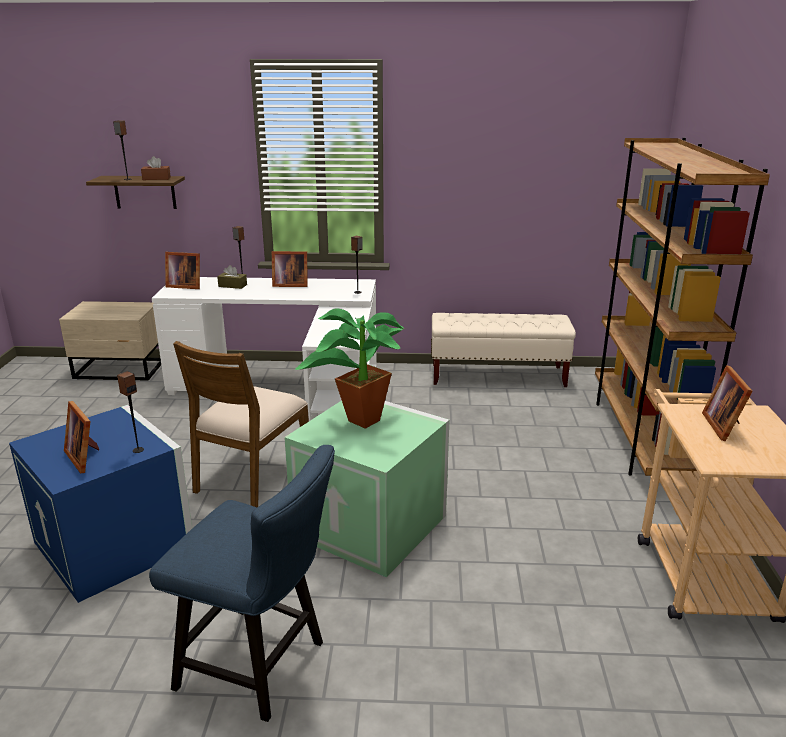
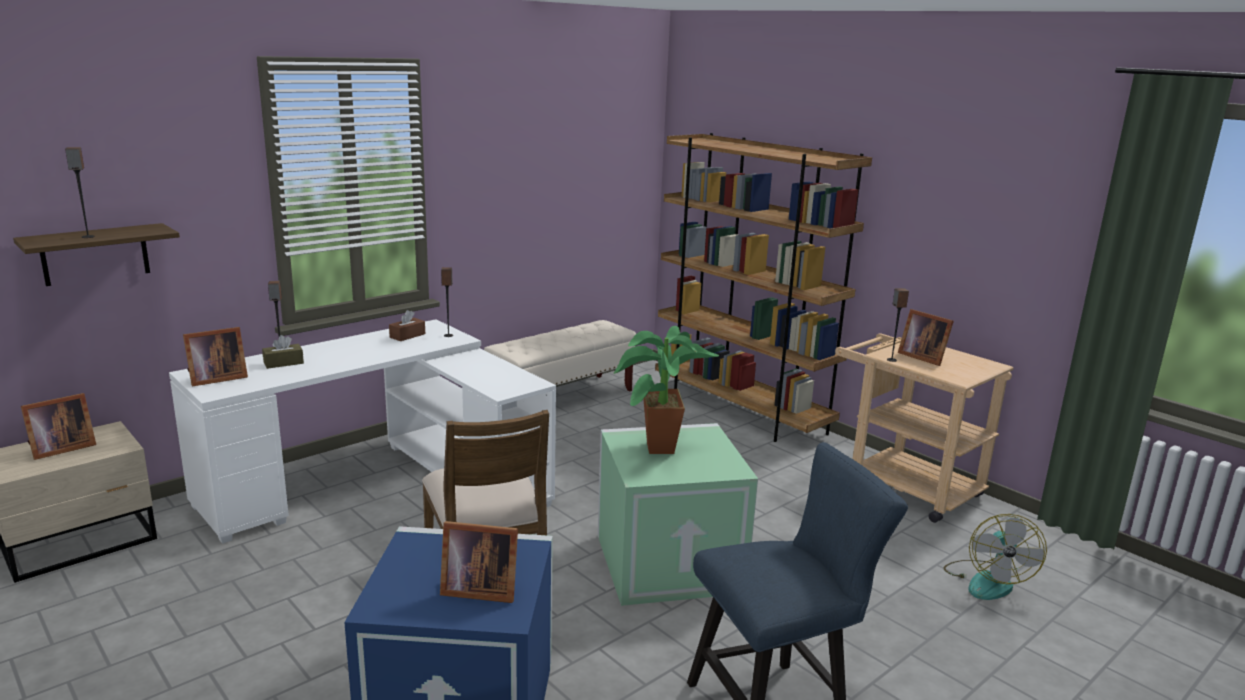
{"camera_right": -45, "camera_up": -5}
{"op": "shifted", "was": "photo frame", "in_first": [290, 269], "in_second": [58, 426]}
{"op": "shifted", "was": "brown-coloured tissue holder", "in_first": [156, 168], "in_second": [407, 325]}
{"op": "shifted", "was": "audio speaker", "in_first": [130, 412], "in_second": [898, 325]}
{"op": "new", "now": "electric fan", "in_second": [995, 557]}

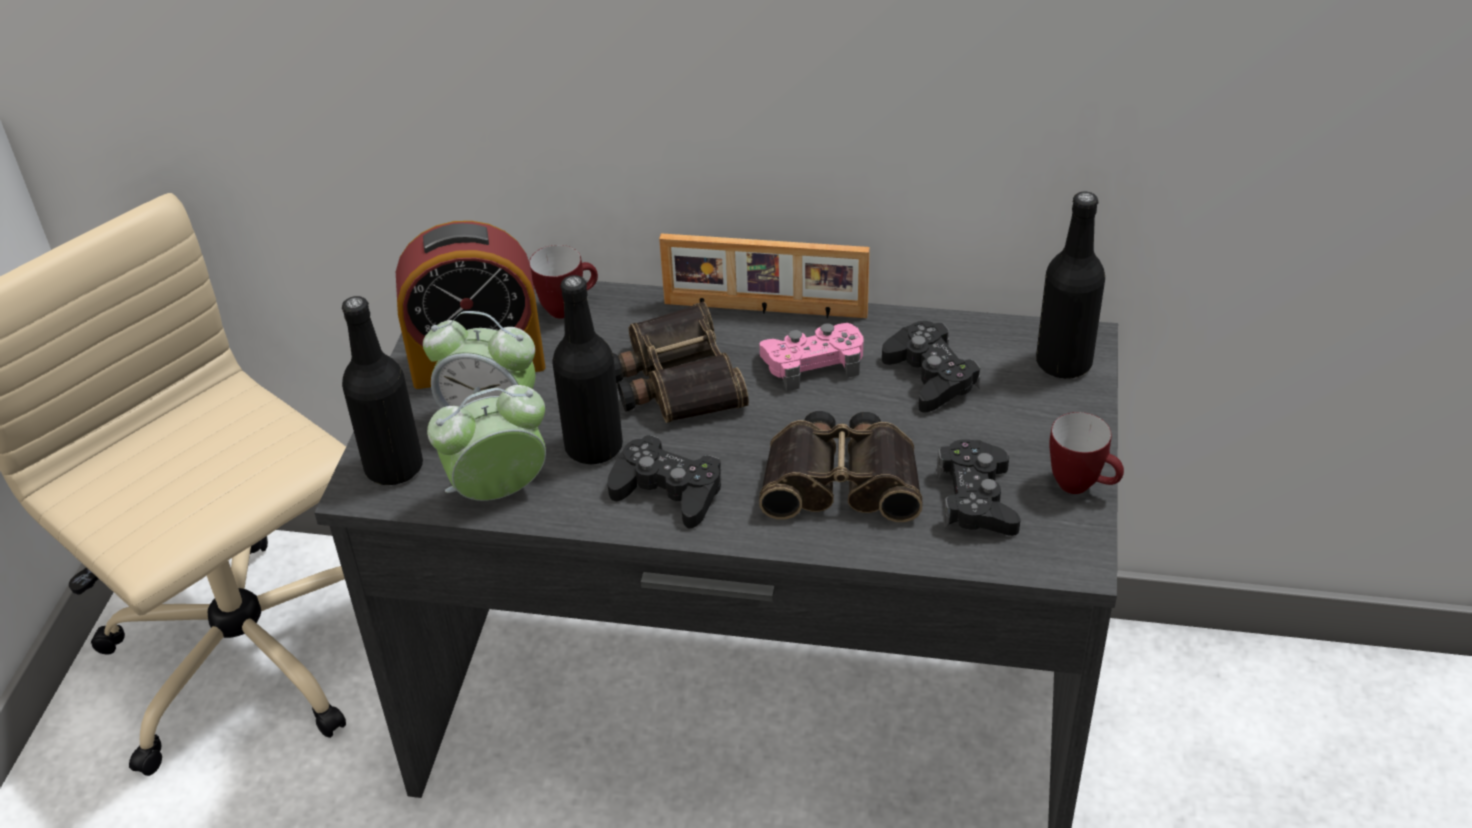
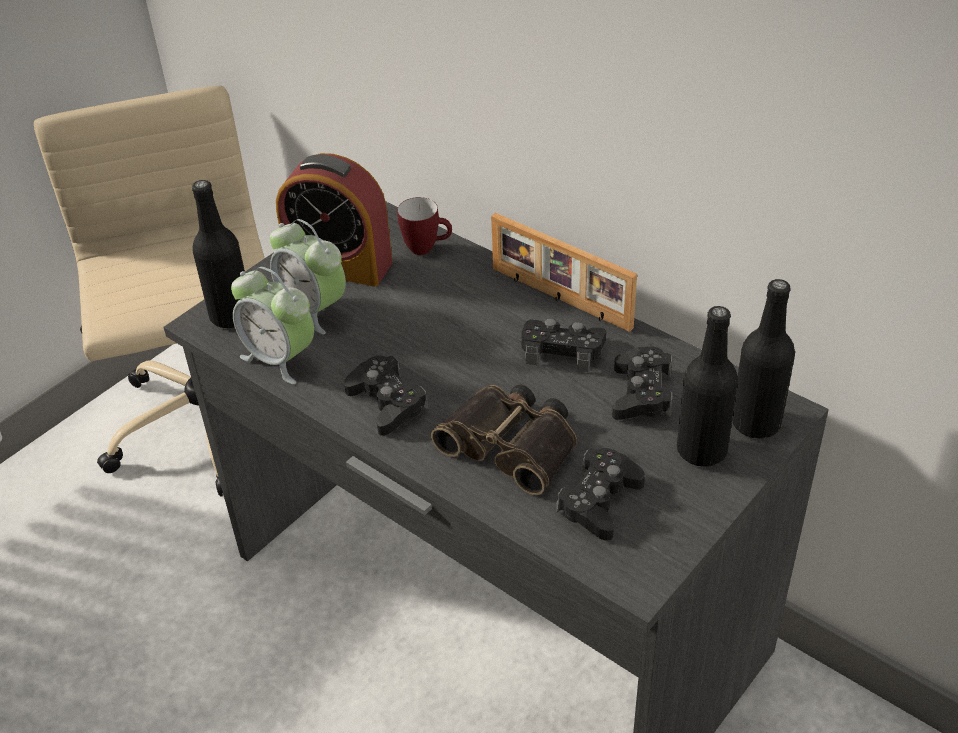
{"camera_right": 30, "camera_up": 0}
{"op": "rotated", "was": "bedside clock", "in_first": [486, 443], "in_second": [272, 325], "clockwise": -150}
{"op": "repainted", "was": "pink joypad", "now": "black joypad", "in_first": [812, 357], "in_second": [563, 345]}
{"op": "shifted", "was": "black beverage bottle", "in_first": [588, 369], "in_second": [707, 386]}
{"op": "gone", "was": "binoculars", "in_first": [681, 362]}
{"op": "gone", "was": "coffee mug", "in_first": [1086, 453]}

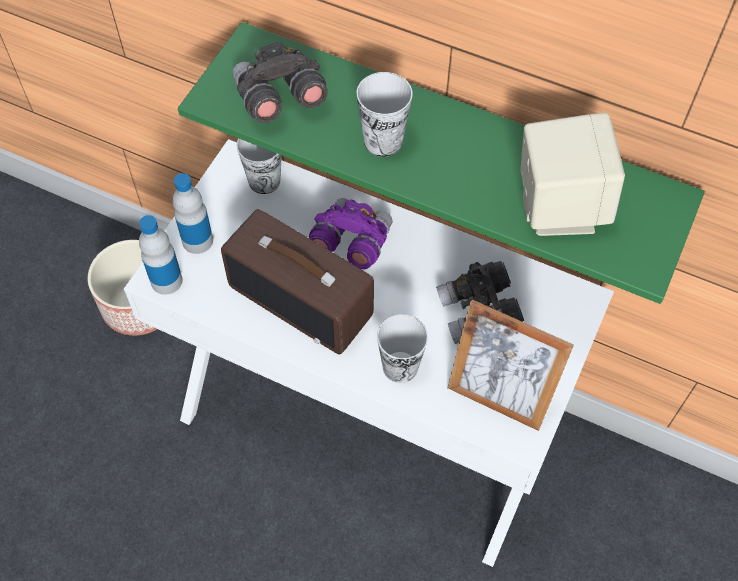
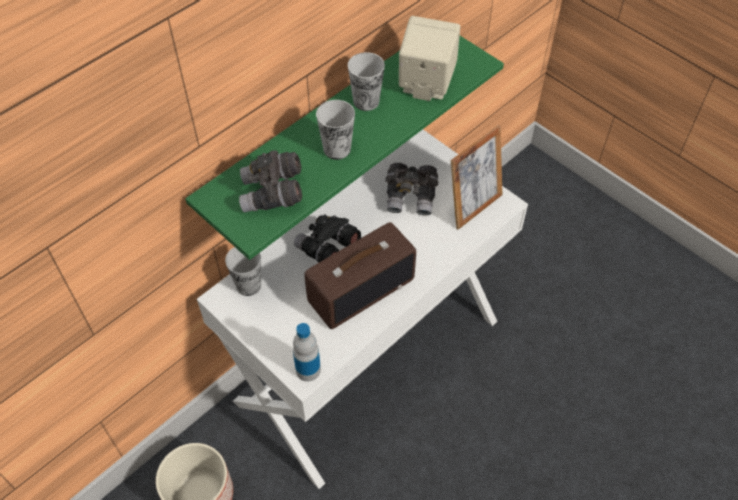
{"camera_right": -70, "camera_up": -5}
{"op": "repainted", "was": "purple-coloured binoculars", "now": "black binoculars", "in_first": [351, 234], "in_second": [327, 239]}
{"op": "shifted", "was": "cup", "in_first": [402, 348], "in_second": [366, 81]}
{"op": "gone", "was": "beverage bottle", "in_first": [193, 213]}

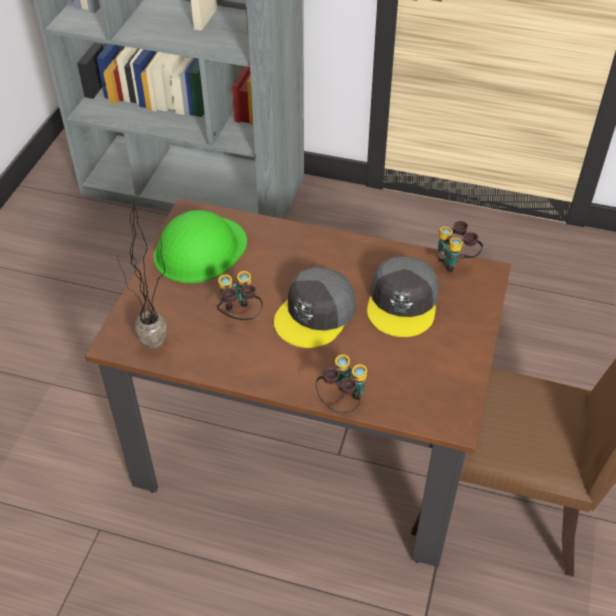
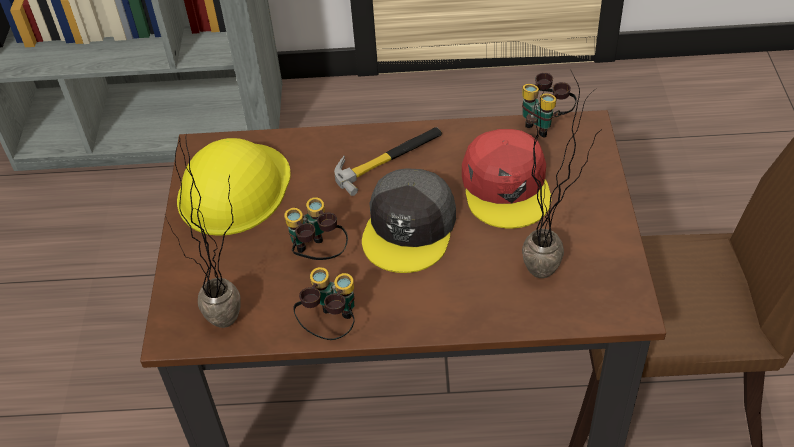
{"camera_right": -15, "camera_up": 0}
{"op": "repainted", "was": "green-coloured work helmet", "now": "yellow-coloured work helmet", "in_first": [200, 246], "in_second": [234, 187]}
{"op": "shifted", "was": "binoculars", "in_first": [341, 383], "in_second": [324, 303]}
{"op": "new", "now": "hand hammer", "in_second": [388, 161]}
{"op": "repainted", "was": "greyish baseball cap", "now": "red-coloured baseball cap", "in_first": [403, 296], "in_second": [506, 179]}
{"op": "new", "now": "plant in a pot", "in_second": [561, 173]}

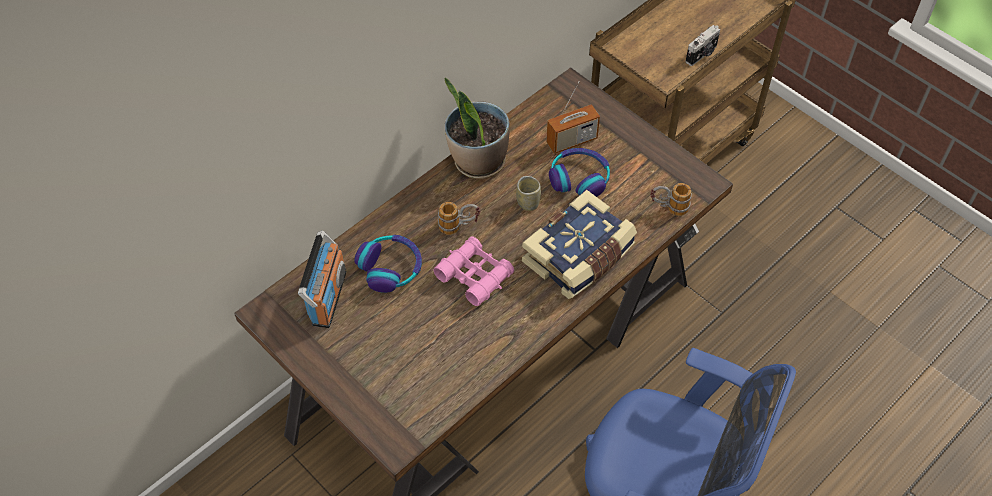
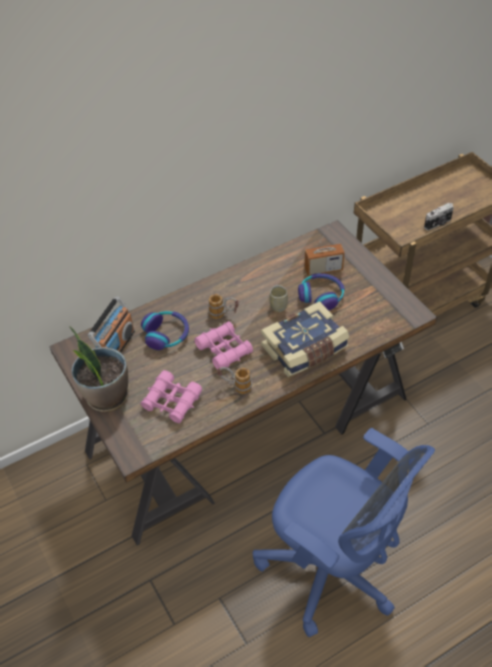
{"camera_right": 15, "camera_up": -5}
{"op": "shifted", "was": "plant in a pot", "in_first": [477, 128], "in_second": [99, 369]}
{"op": "new", "now": "pink binoculars", "in_second": [171, 396]}
{"op": "shifted", "was": "coffee mug", "in_first": [671, 199], "in_second": [235, 380]}

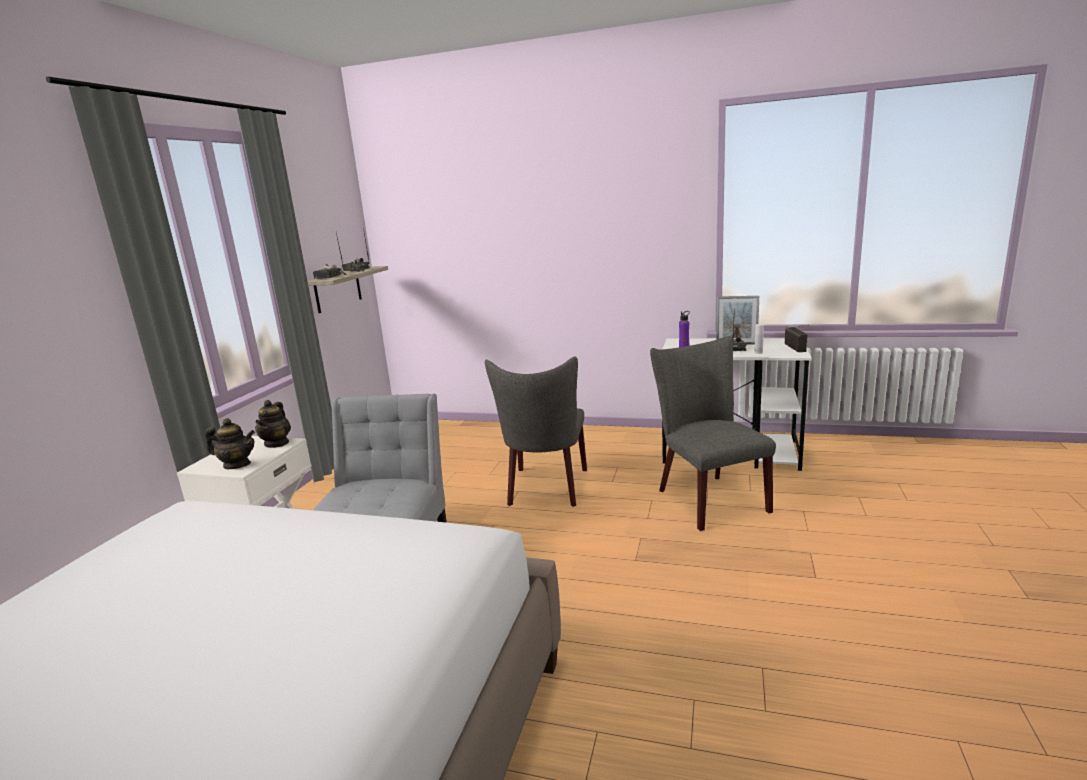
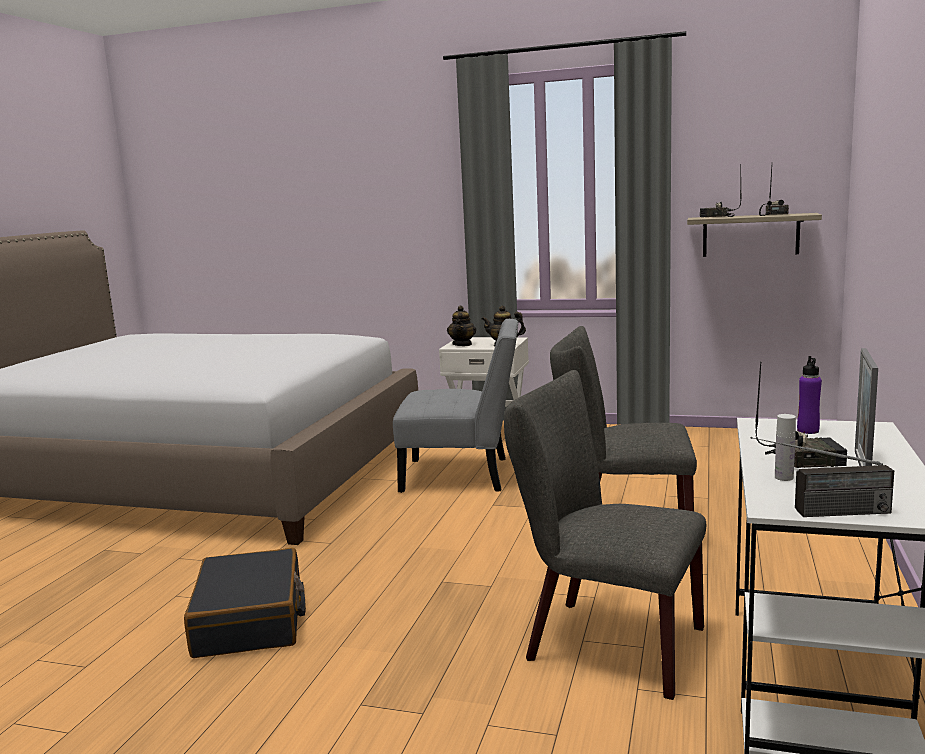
{"camera_right": 90, "camera_up": -5}
{"op": "new", "now": "black travel case", "in_second": [245, 603]}
{"op": "rotated", "was": "greyish upright chair", "in_first": [713, 433], "in_second": [605, 535], "clockwise": -135}

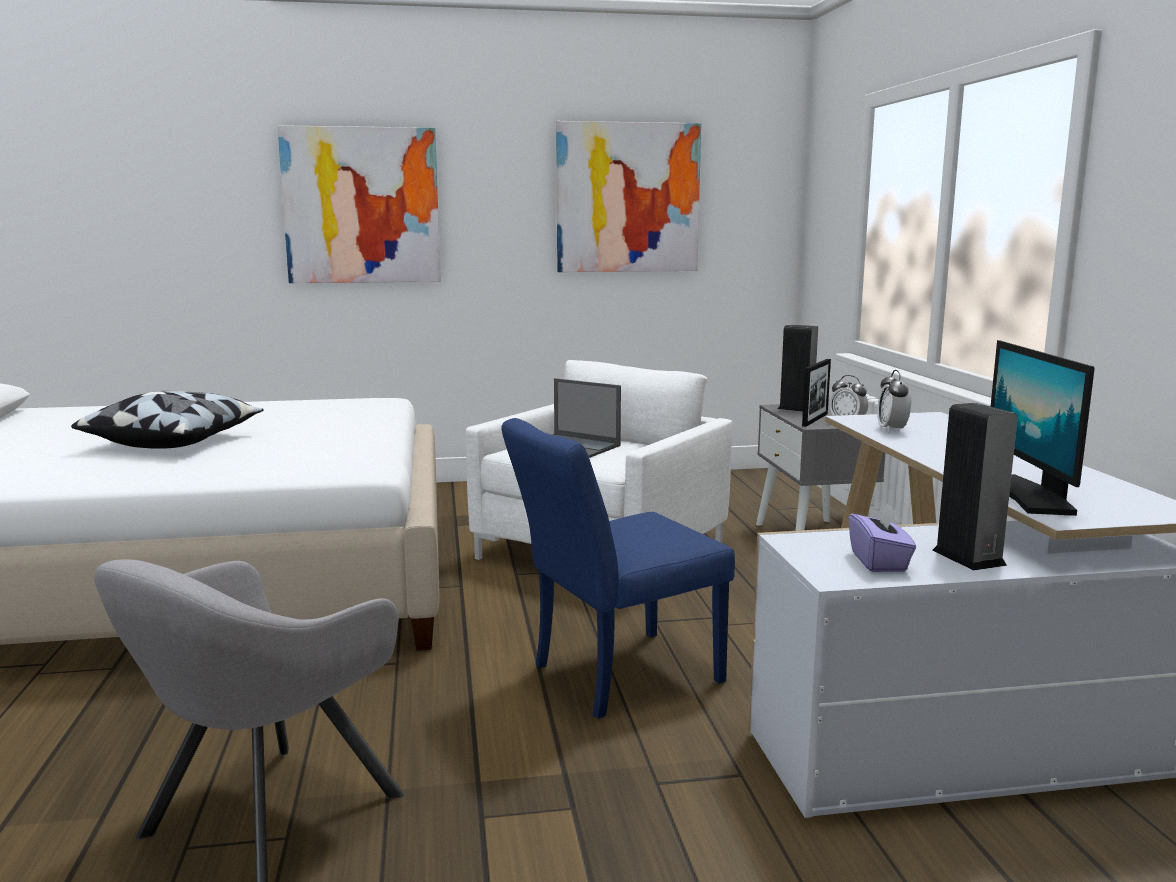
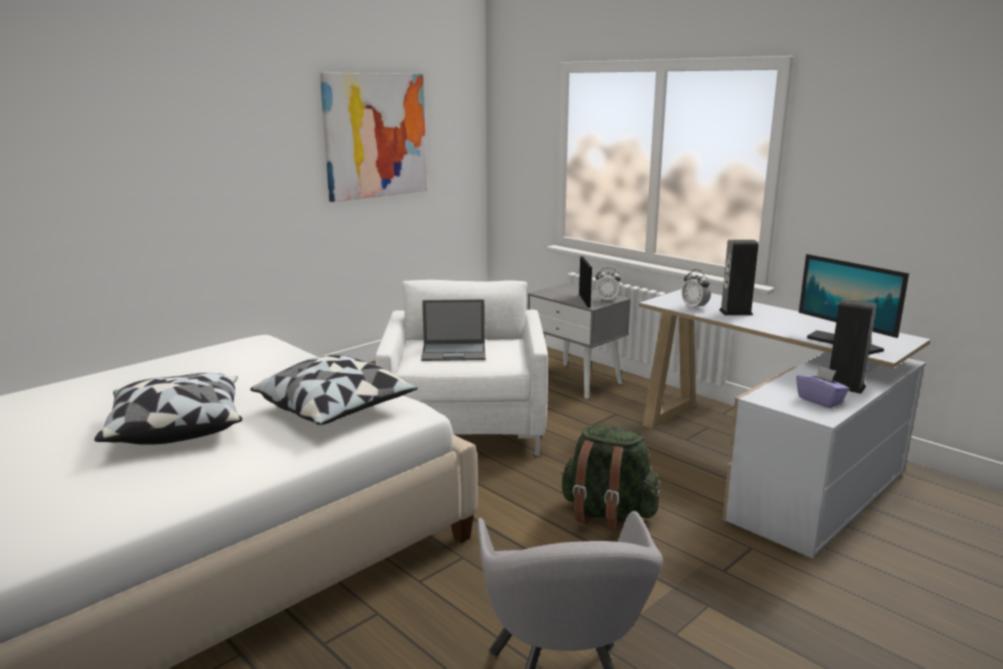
{"camera_right": -35, "camera_up": 5}
{"op": "new", "now": "throw pillow", "in_second": [334, 390]}
{"op": "swapped", "was": "blue upright chair", "now": "green-coloured backpack", "in_first": [618, 568], "in_second": [610, 478]}
{"op": "shifted", "was": "audio speaker", "in_first": [798, 368], "in_second": [739, 277]}
{"op": "gone", "was": "wall art", "in_first": [359, 204]}

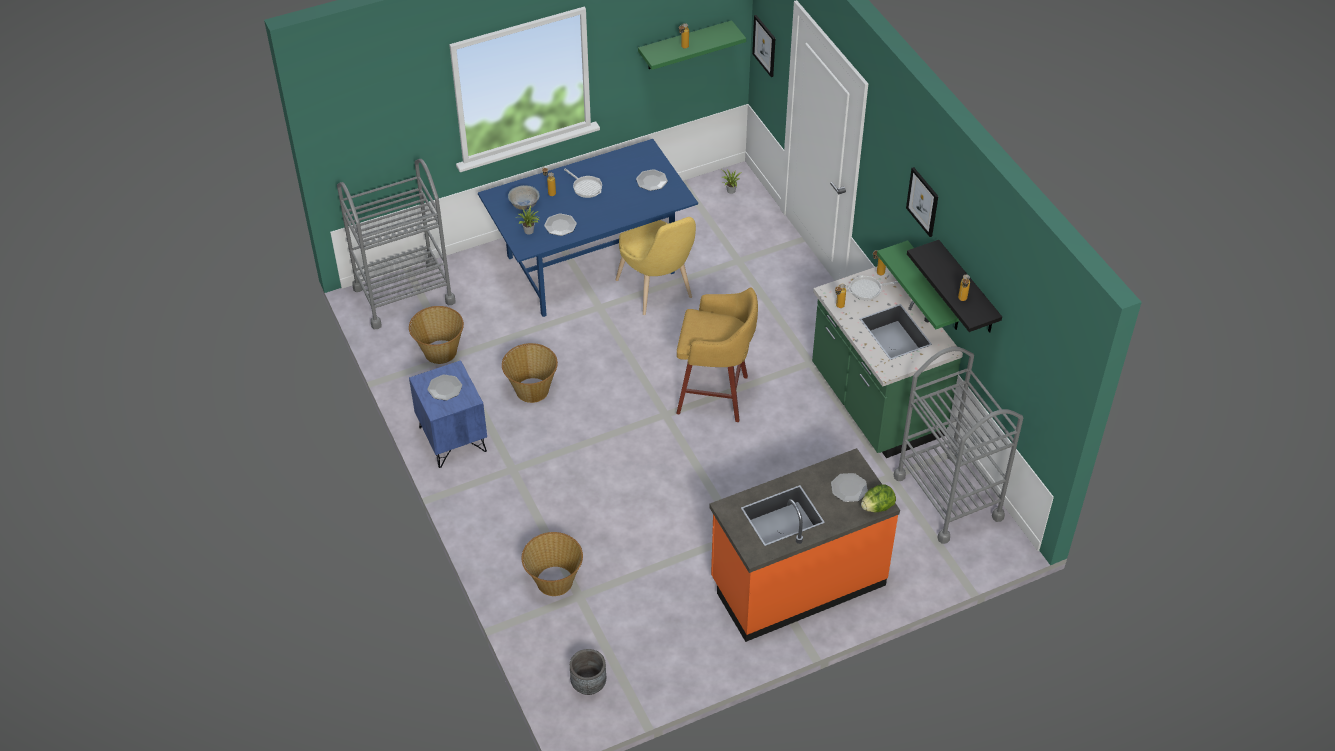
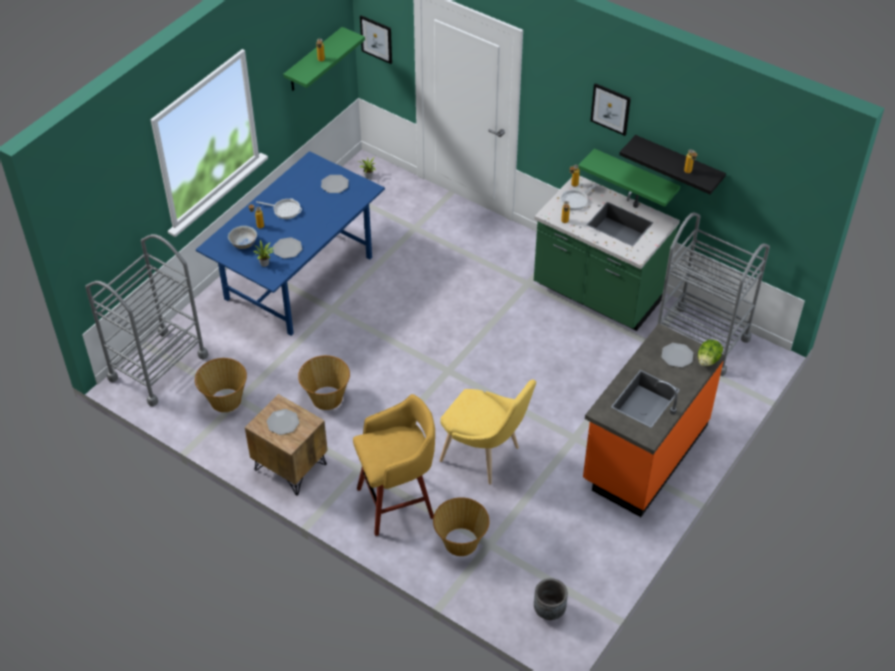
{"camera_right": -30, "camera_up": 0}
{"op": "repainted", "was": "blue night table", "now": "brown-coloured night table", "in_first": [448, 414], "in_second": [286, 445]}
{"op": "shifted", "was": "yellow-coloured sitting stool", "in_first": [717, 354], "in_second": [394, 465]}
{"op": "shifted", "was": "yellow-coloured upright chair", "in_first": [655, 266], "in_second": [487, 432]}

